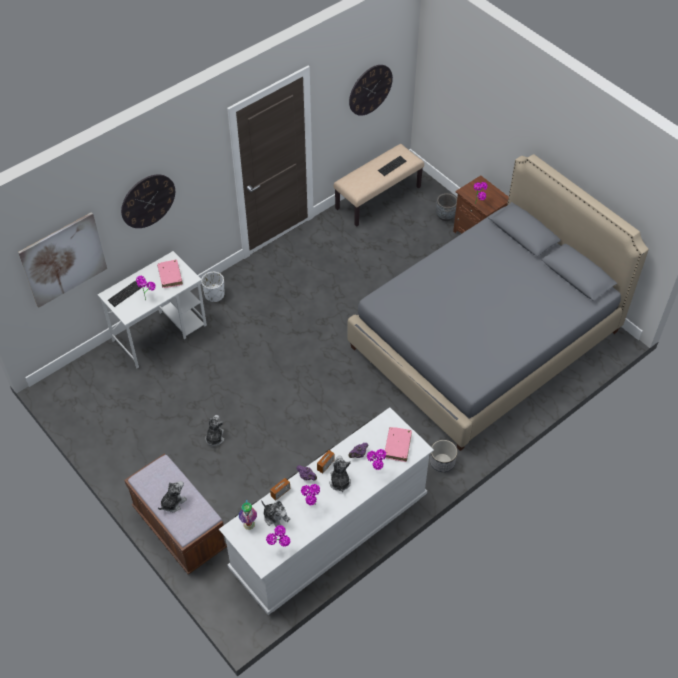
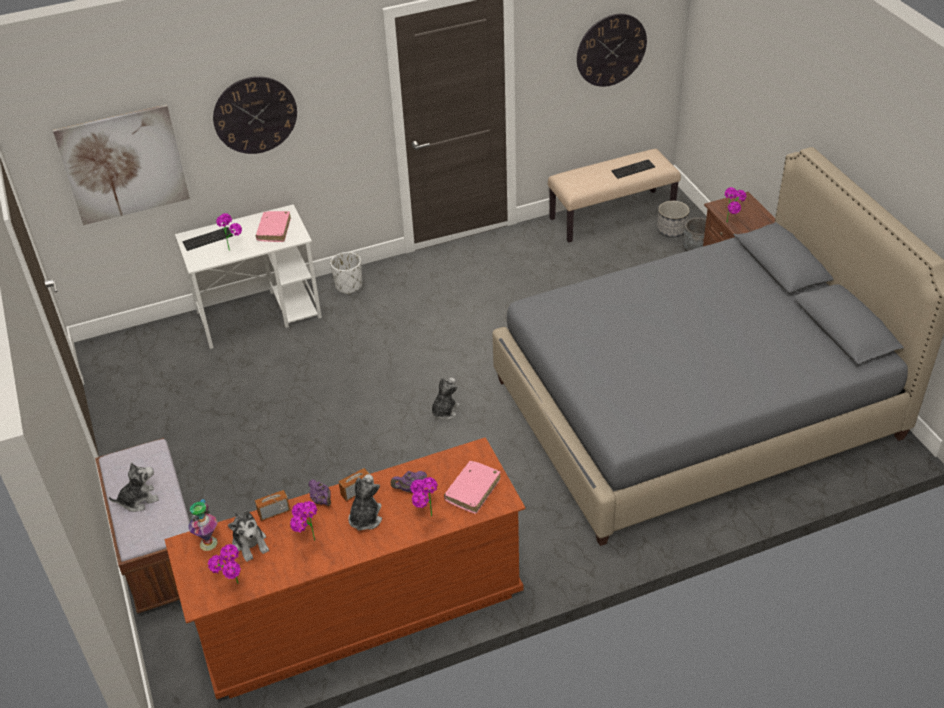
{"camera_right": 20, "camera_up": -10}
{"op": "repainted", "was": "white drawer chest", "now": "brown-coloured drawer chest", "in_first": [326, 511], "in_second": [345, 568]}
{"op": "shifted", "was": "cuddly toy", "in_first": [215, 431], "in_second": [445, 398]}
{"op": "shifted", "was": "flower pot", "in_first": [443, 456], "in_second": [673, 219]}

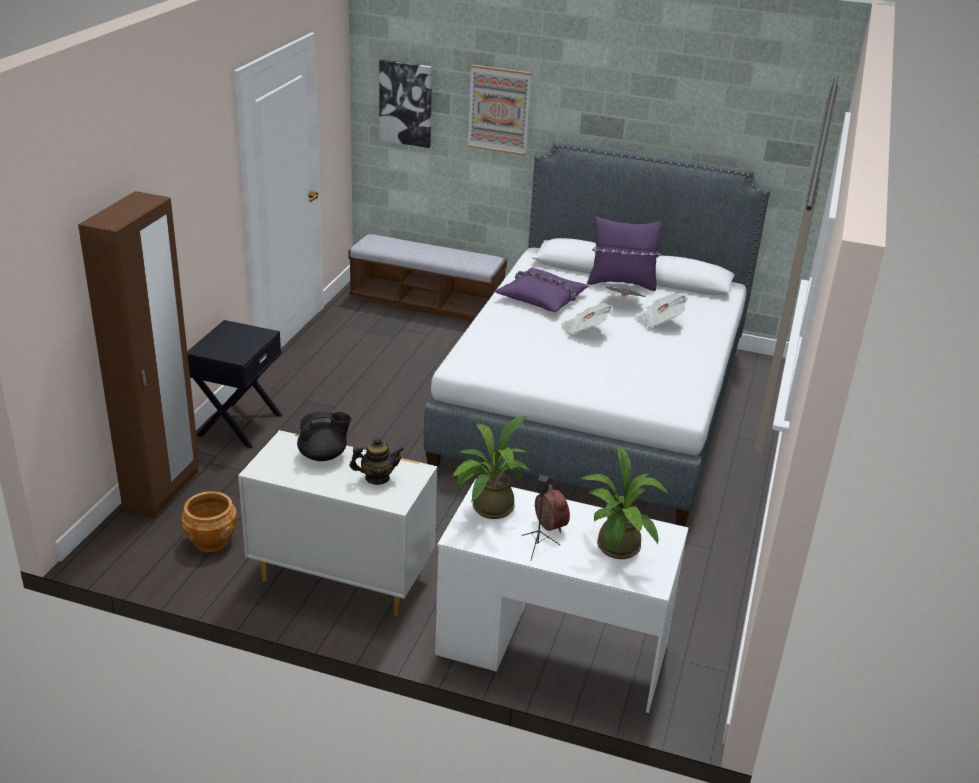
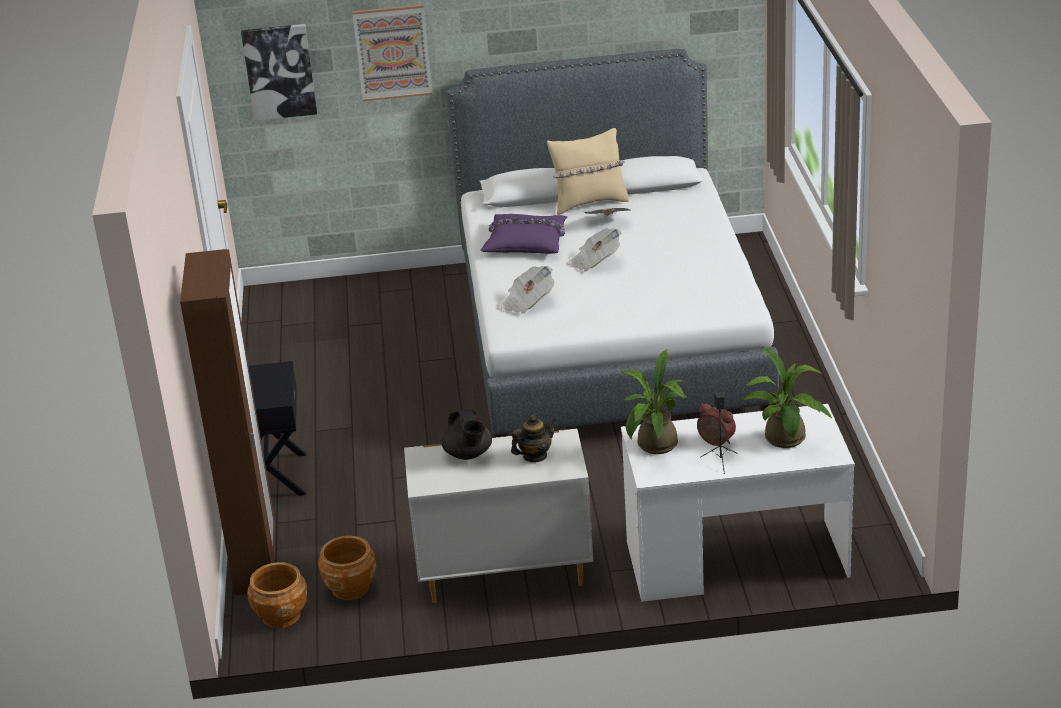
{"camera_right": -20, "camera_up": 0}
{"op": "new", "now": "brown-coloured flower pot", "in_second": [277, 595]}
{"op": "rotated", "was": "black tea pot", "in_first": [324, 436], "in_second": [466, 434], "clockwise": 105}
{"op": "shifted", "was": "newspaper", "in_first": [661, 310], "in_second": [527, 289]}
{"op": "repainted", "was": "purple-coloured throw pillow", "now": "beige throw pillow", "in_first": [624, 253], "in_second": [588, 171]}
{"op": "gone", "was": "bench", "in_first": [427, 278]}

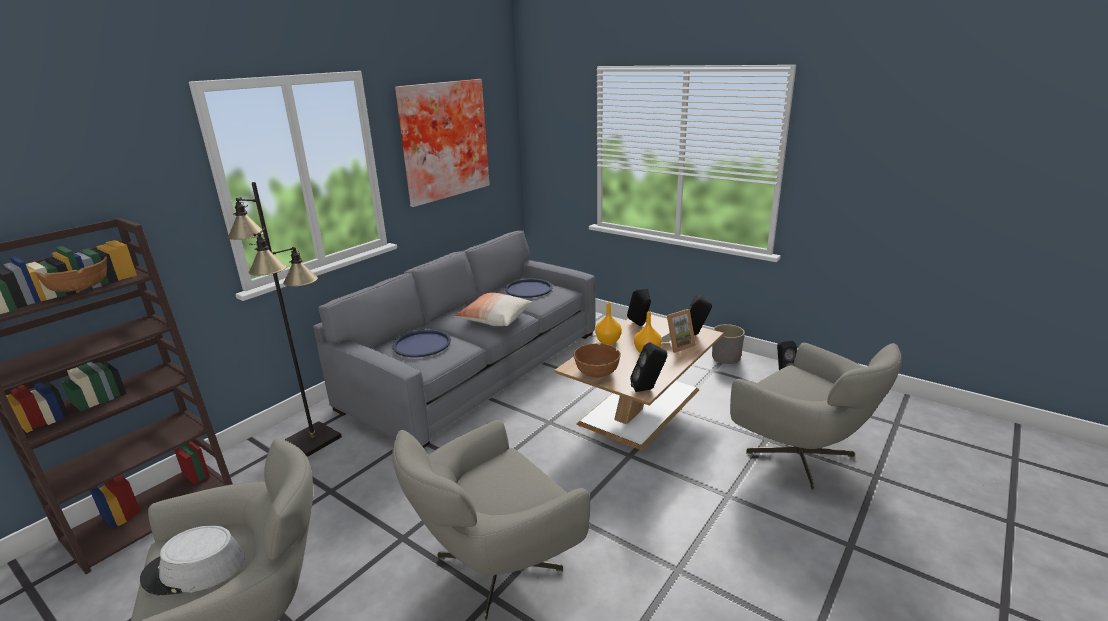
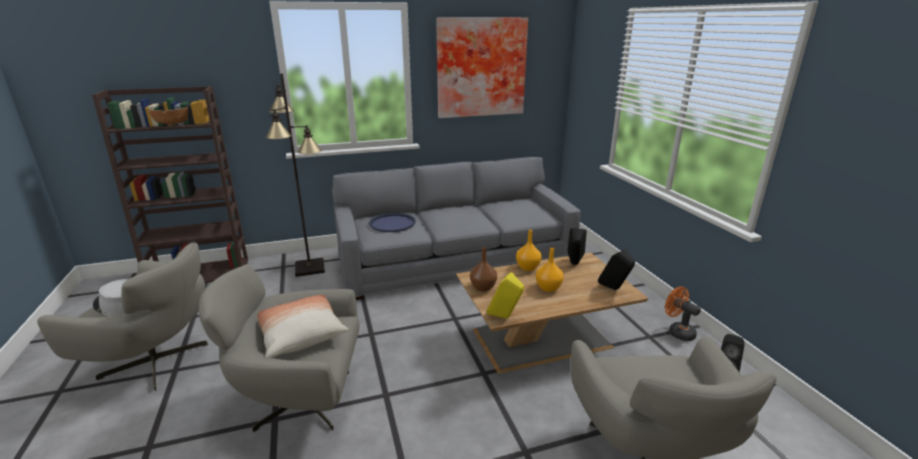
{"camera_right": 35, "camera_up": 0}
{"op": "shifted", "was": "throw pillow", "in_first": [493, 309], "in_second": [303, 326]}
{"op": "swapped", "was": "brown-coloured bowl", "now": "brown-coloured vase", "in_first": [597, 360], "in_second": [483, 269]}
{"op": "repainted", "was": "black audio speaker", "now": "yellow-coloured audio speaker", "in_first": [648, 367], "in_second": [505, 295]}
{"op": "swapped", "was": "greyish flower pot", "now": "orange electric fan", "in_first": [728, 344], "in_second": [683, 313]}
{"op": "gone", "was": "blue tray", "in_first": [529, 288]}
{"op": "gone", "was": "photo frame", "in_first": [678, 331]}

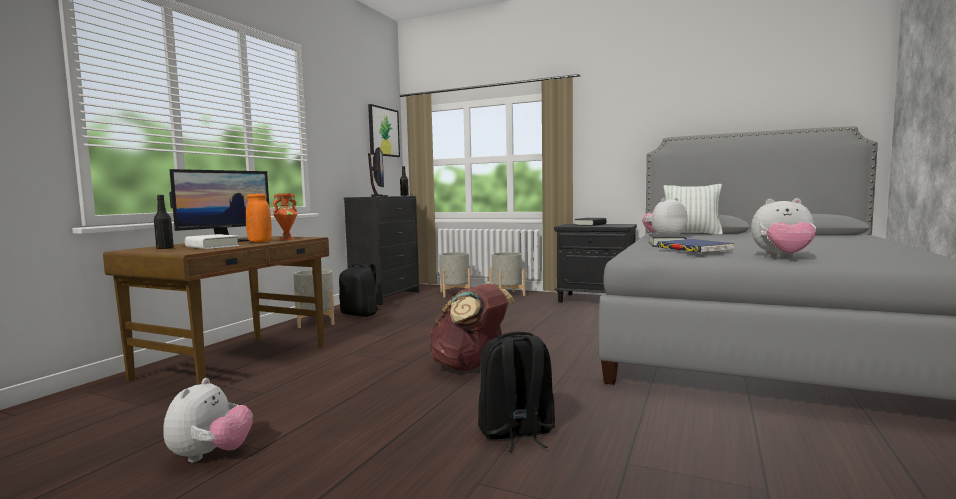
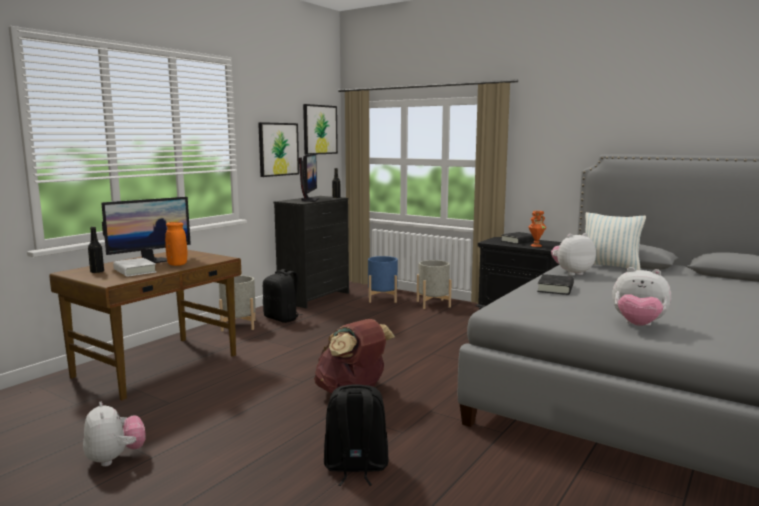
{"camera_right": 10, "camera_up": 5}
{"op": "rotated", "was": "cuddly toy", "in_first": [208, 420], "in_second": [114, 434], "clockwise": -45}
{"op": "new", "now": "wall art", "in_second": [278, 149]}
{"op": "repainted", "was": "greyish flower pot", "now": "blue flower pot", "in_first": [455, 274], "in_second": [383, 279]}
{"op": "shifted", "was": "orange vase", "in_first": [285, 216], "in_second": [537, 229]}
{"op": "gone", "was": "blue volume", "in_first": [695, 246]}

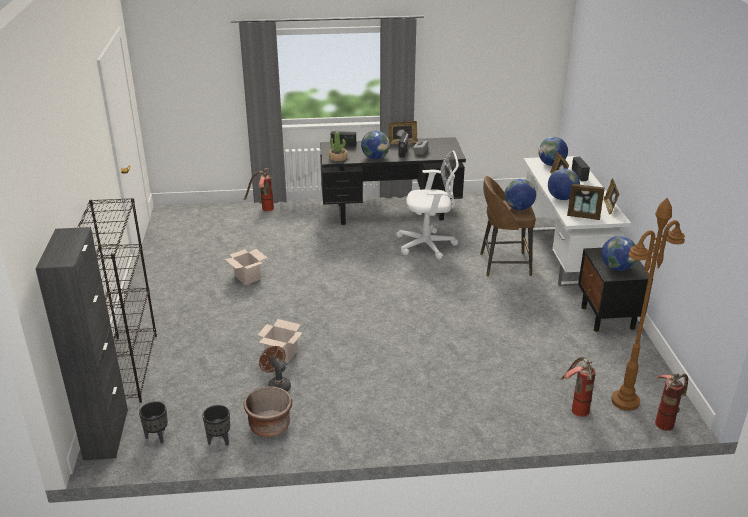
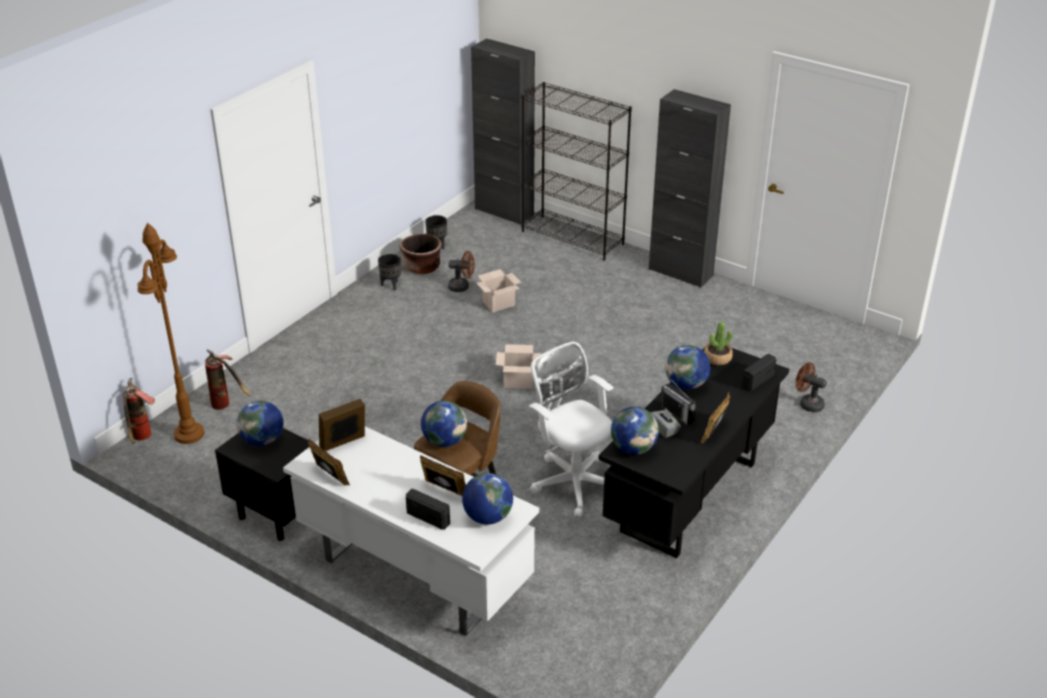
{"camera_right": 130, "camera_up": 5}
{"op": "shifted", "was": "black flower pot", "in_first": [153, 422], "in_second": [389, 272]}
{"op": "shifted", "was": "cardboard box", "in_first": [246, 267], "in_second": [518, 366]}
{"op": "rotated", "was": "white desk chair", "in_first": [427, 205], "in_second": [571, 430], "clockwise": 105}
{"op": "shifted", "was": "world globe", "in_first": [564, 184], "in_second": [635, 431]}
{"op": "new", "now": "black cabinet", "in_second": [690, 188]}
{"op": "swapped", "was": "extinguisher", "now": "brown-coloured electric fan", "in_first": [259, 189], "in_second": [811, 387]}

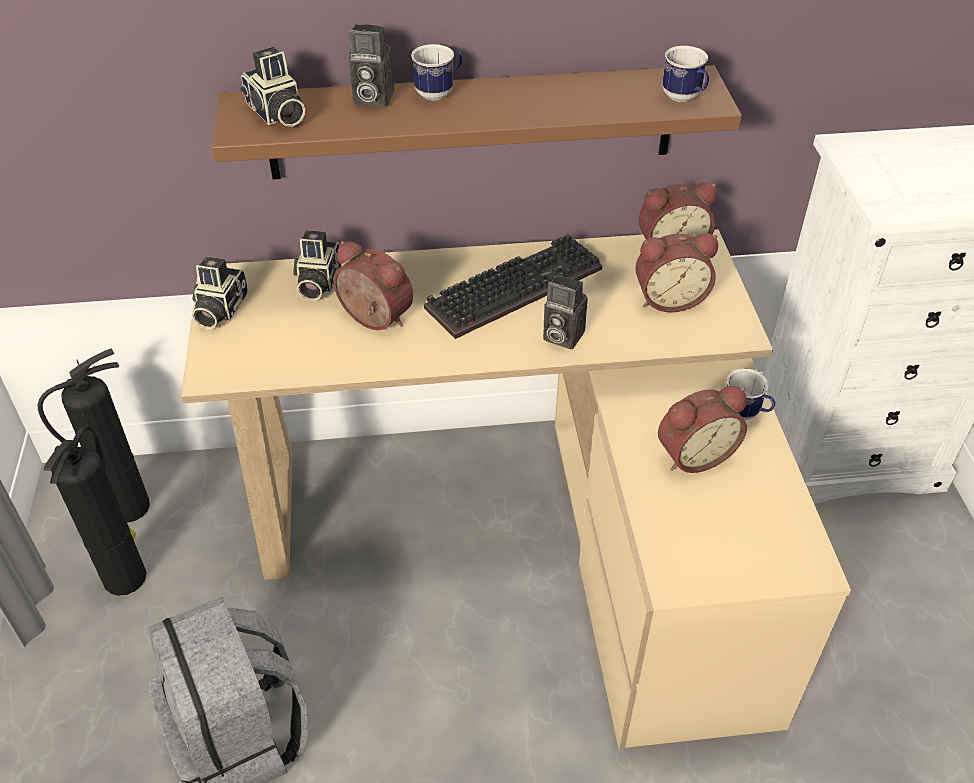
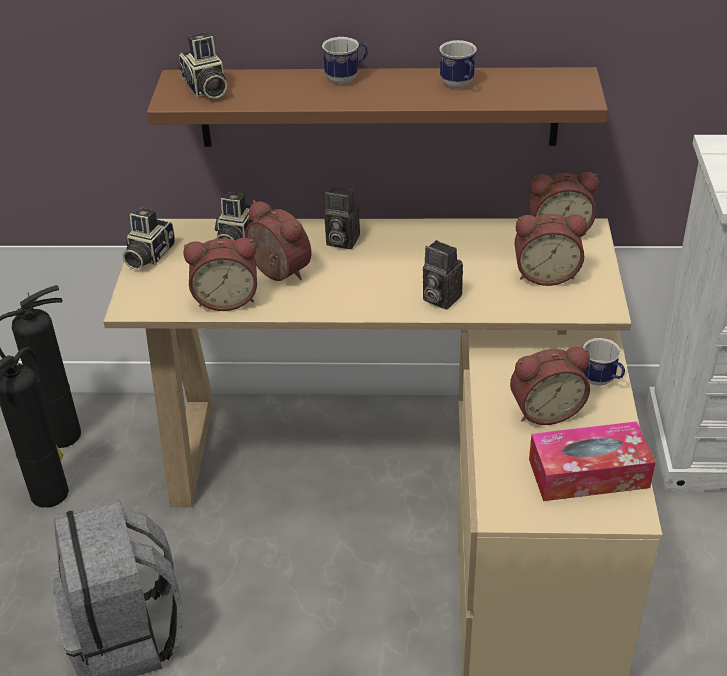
{"camera_right": 10, "camera_up": -5}
{"op": "new", "now": "bedside clock", "in_second": [220, 274]}
{"op": "shifted", "was": "photo camera", "in_first": [371, 66], "in_second": [342, 217]}
{"op": "shifted", "was": "coffee mug", "in_first": [685, 74], "in_second": [458, 64]}
{"op": "new", "now": "tissue holder", "in_second": [592, 461]}
{"op": "gone", "was": "PC keyboard", "in_first": [513, 286]}

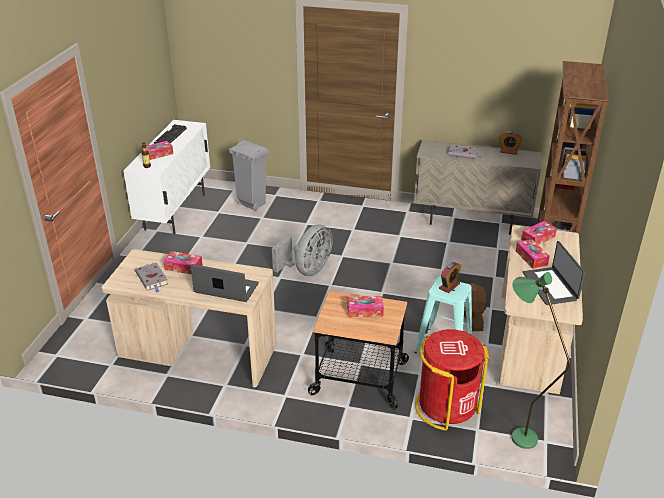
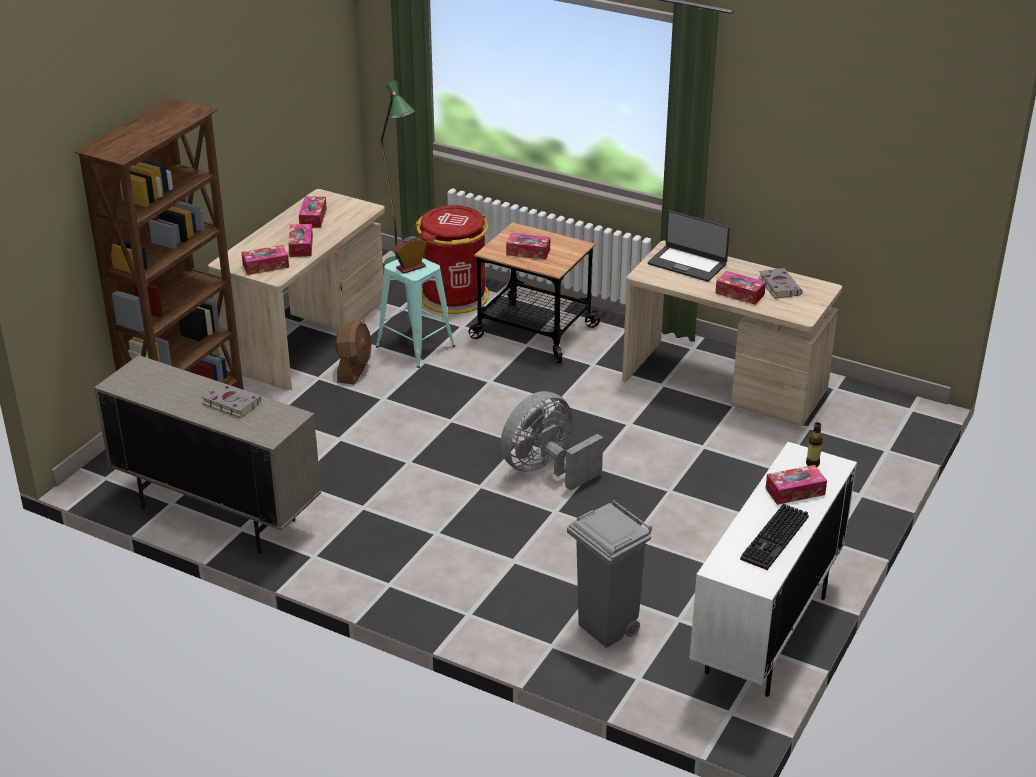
{"camera_right": -165, "camera_up": 0}
{"op": "swapped", "was": "portable computer", "now": "tissue holder", "in_first": [554, 273], "in_second": [313, 212]}
{"op": "gone", "was": "bedside clock", "in_first": [510, 143]}

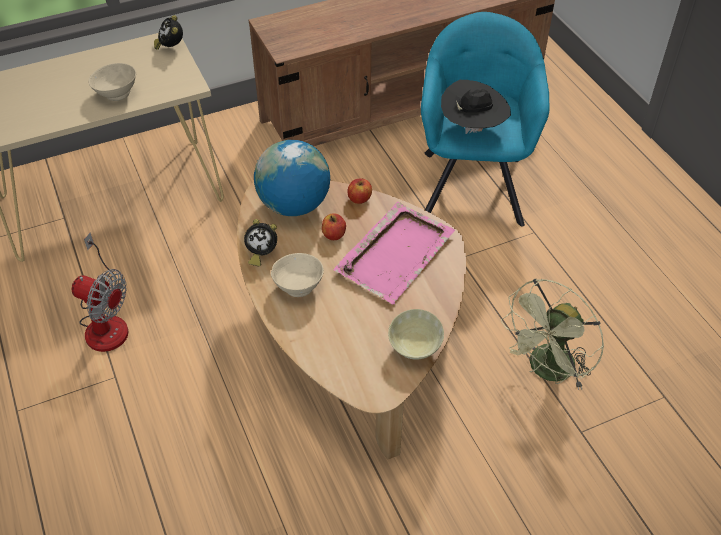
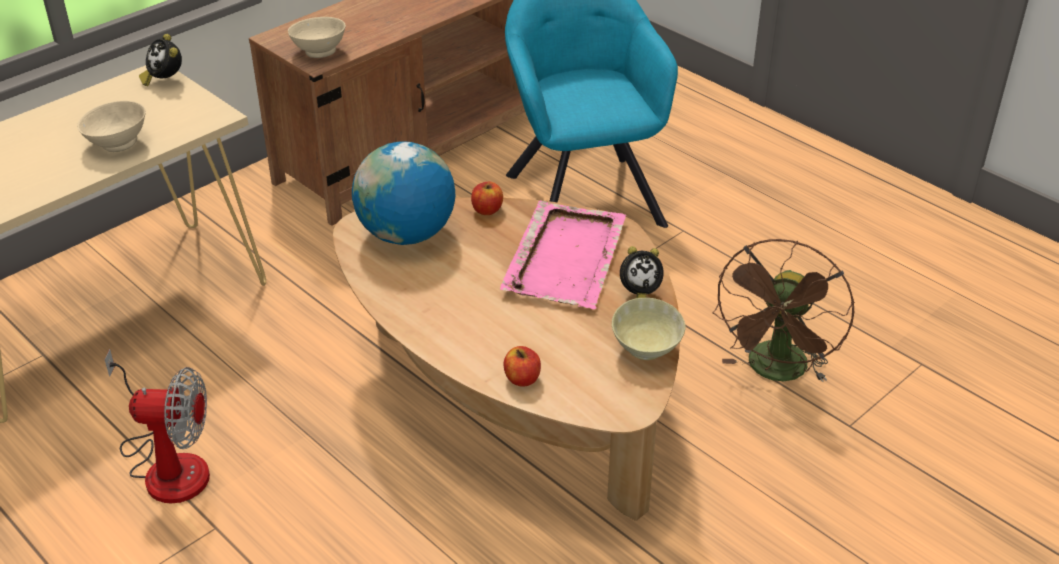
{"camera_right": -20, "camera_up": -10}
{"op": "shifted", "was": "beige bowl", "in_first": [297, 275], "in_second": [317, 37]}
{"op": "shifted", "was": "whole apple", "in_first": [334, 226], "in_second": [522, 366]}
{"op": "shifted", "was": "bedside clock", "in_first": [260, 242], "in_second": [642, 272]}
{"op": "repainted", "was": "green-coloured electric fan", "now": "brown-coloured electric fan", "in_first": [552, 334], "in_second": [783, 310]}
{"op": "gone", "was": "black hat", "in_first": [476, 107]}

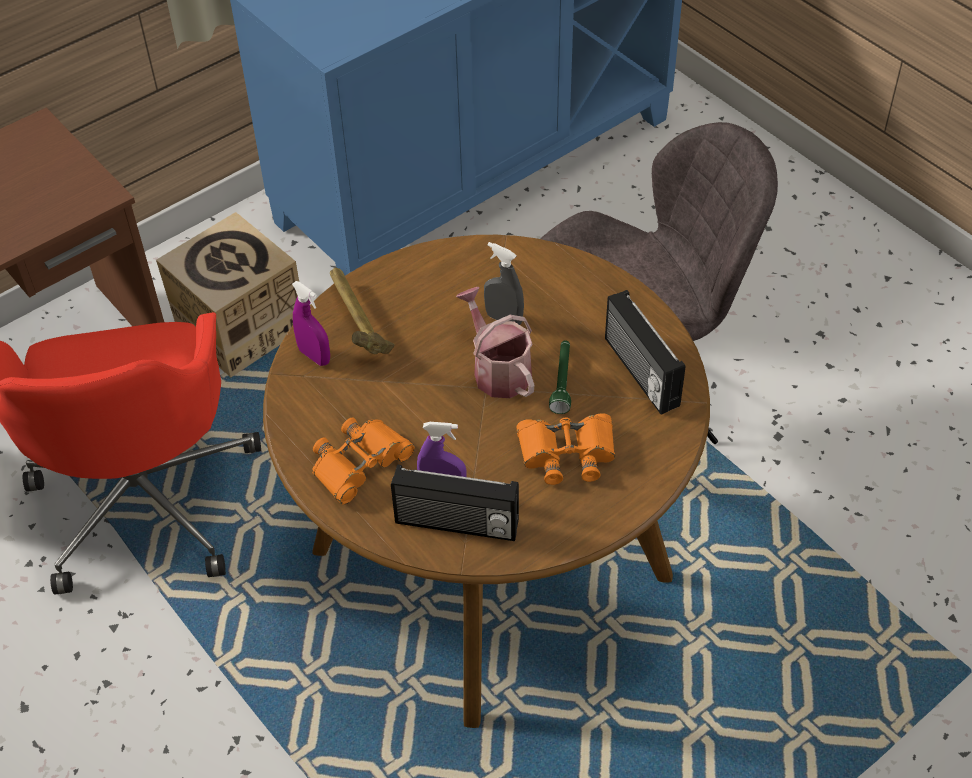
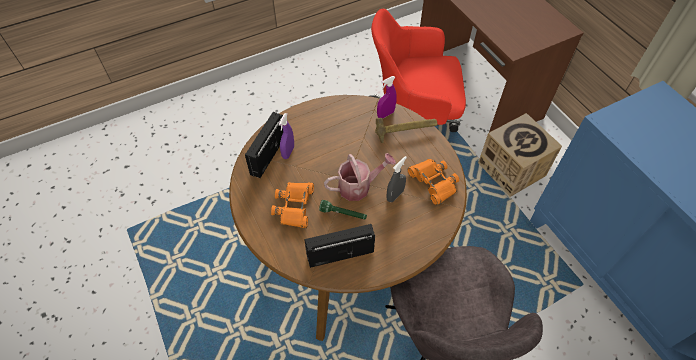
{"camera_right": 100, "camera_up": 5}
{"op": "shifted", "was": "orange binoculars", "in_first": [363, 461], "in_second": [433, 182]}

